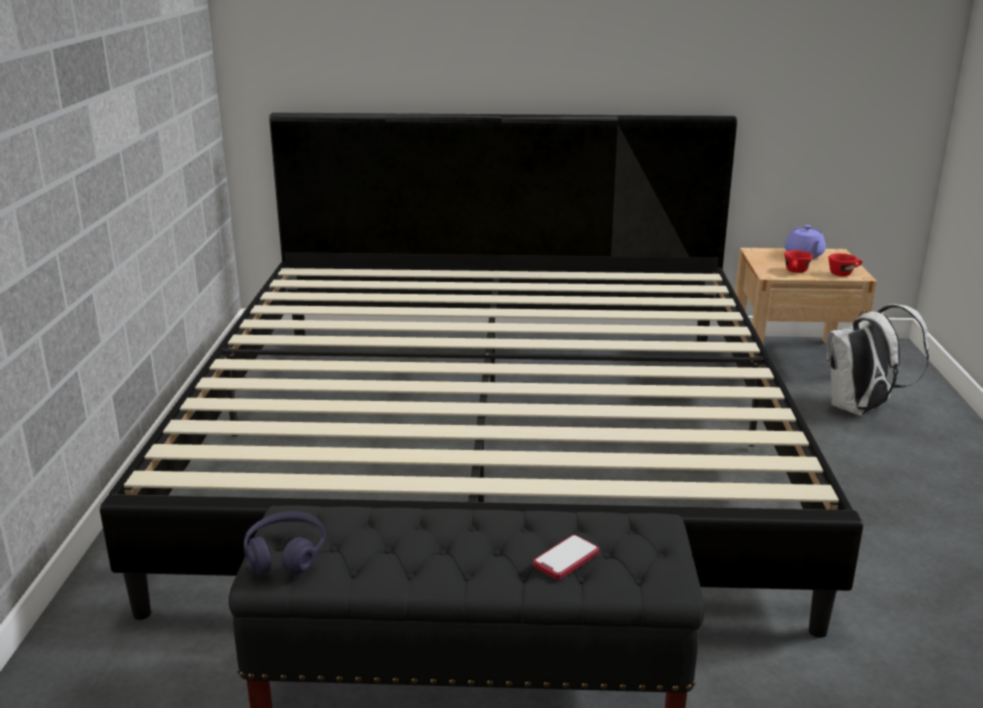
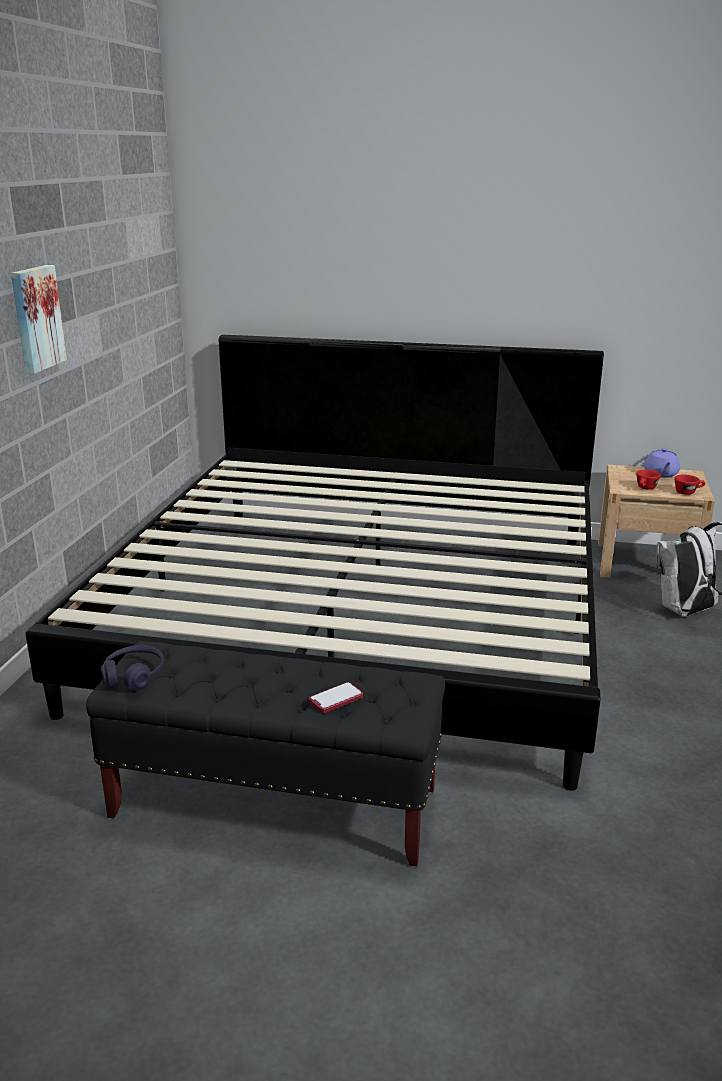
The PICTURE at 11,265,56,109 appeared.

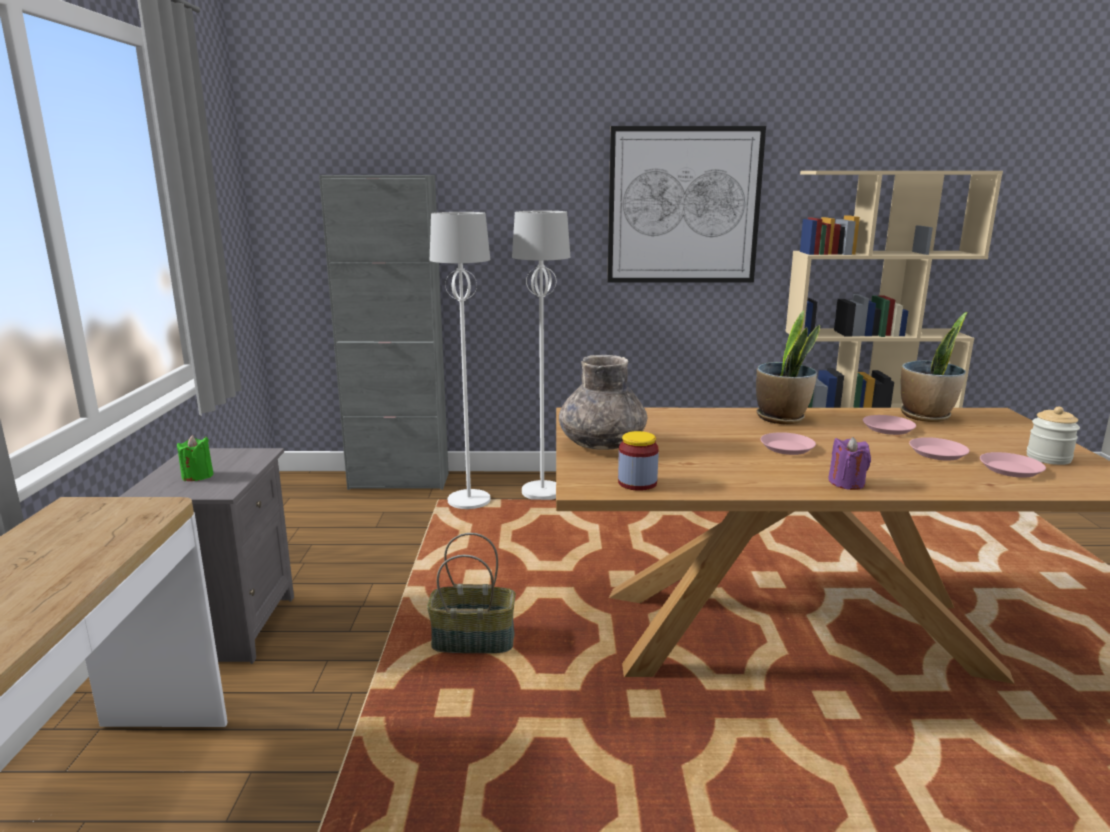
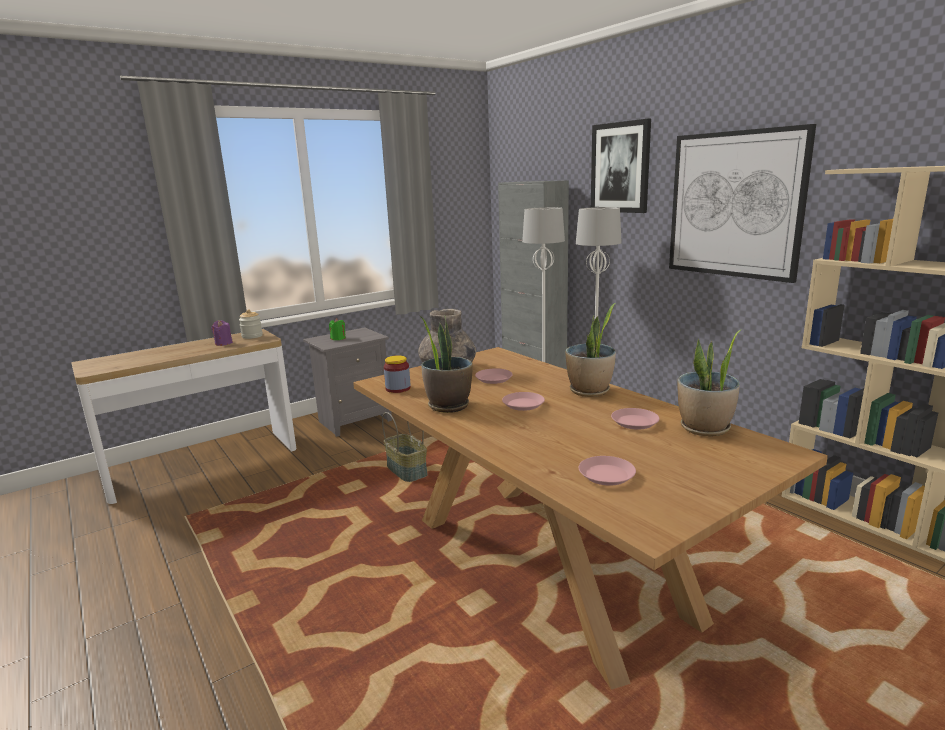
The PURPLE CANDLE moved from 828,437,43,53 to 211,320,22,26. The PINK PLATE moved from 909,437,61,24 to 475,368,38,16. The JAR moved from 1027,406,53,59 to 239,309,24,30. The POTTED PLANT at 420,316,53,97 appeared. The PICTURE at 591,119,60,94 appeared.

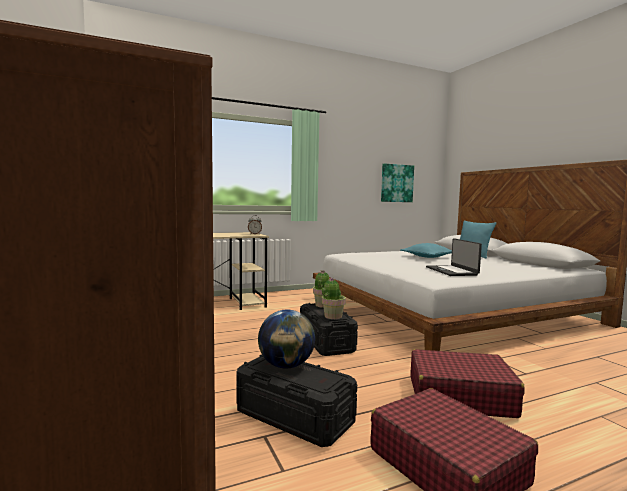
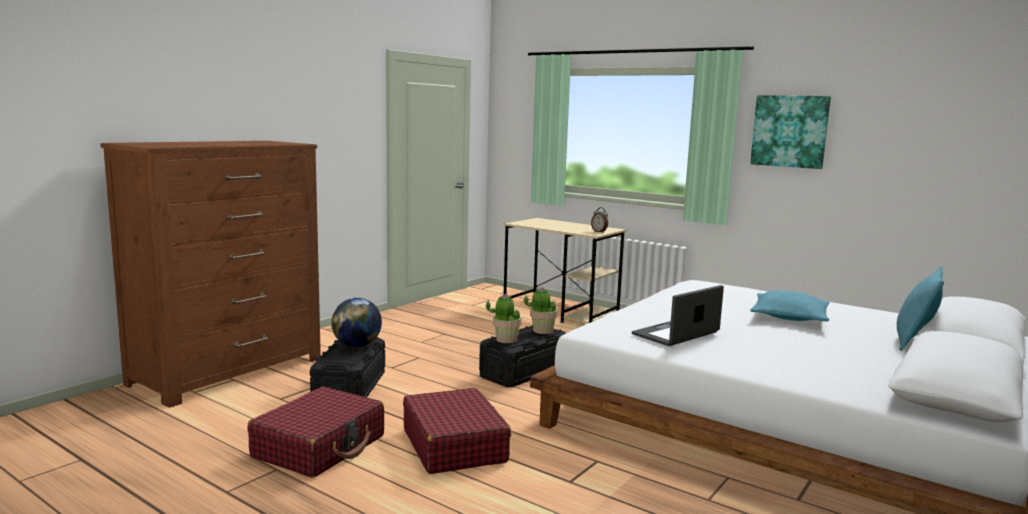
The PICTURE moved from 381,163,33,39 to 750,95,81,74.

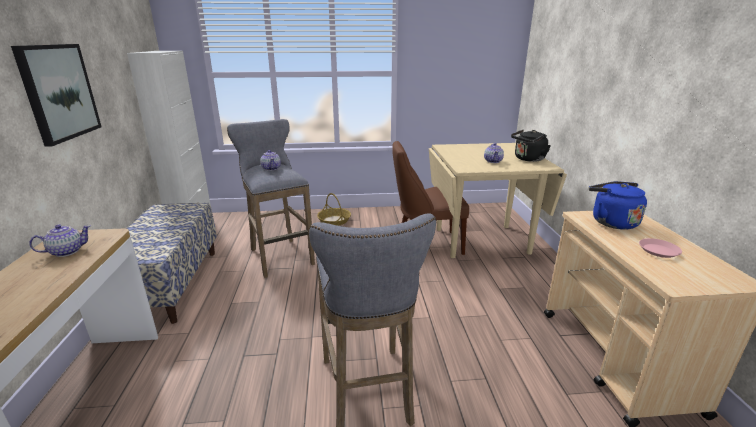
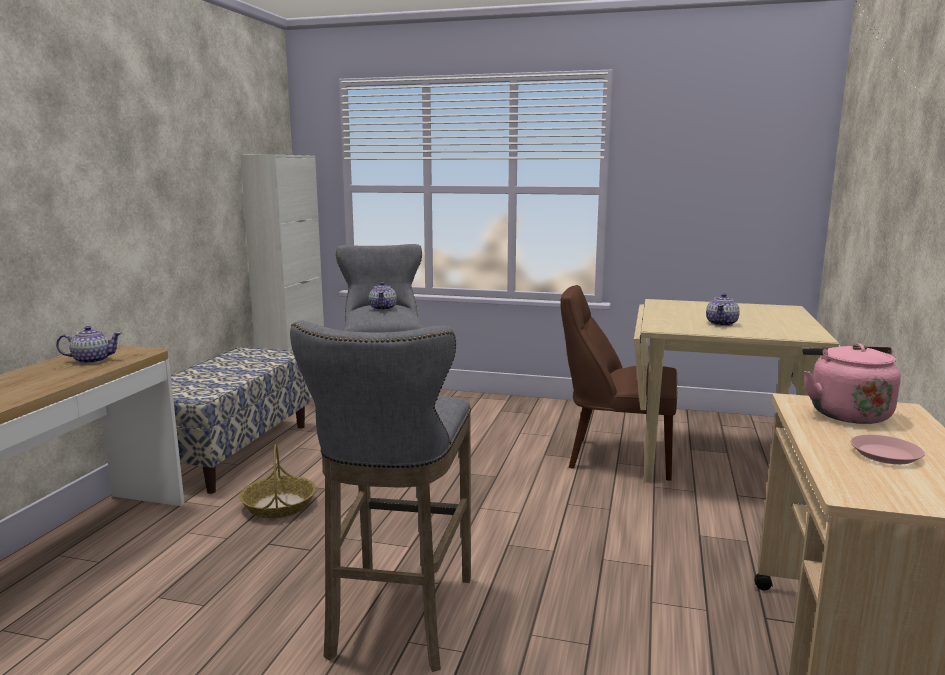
The PICTURE at 11,44,90,103 disappeared. The BASKET moved from 317,193,34,33 to 240,444,76,74. The BLACK KETTLE at 511,129,40,33 disappeared. The BLUE KETTLE at 589,181,58,49 became the PINK KETTLE at 802,343,99,81.

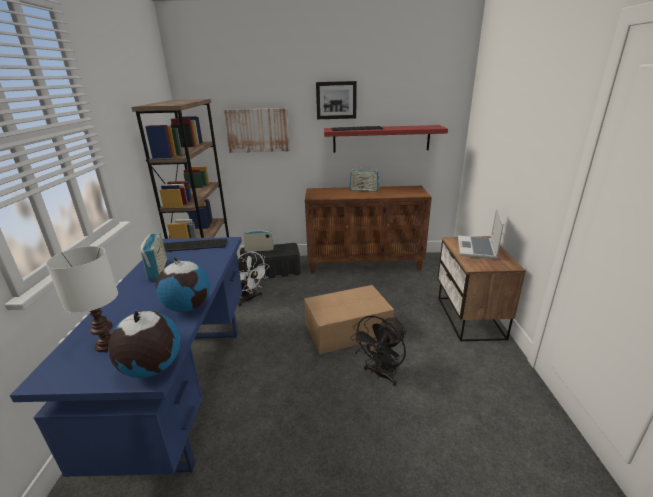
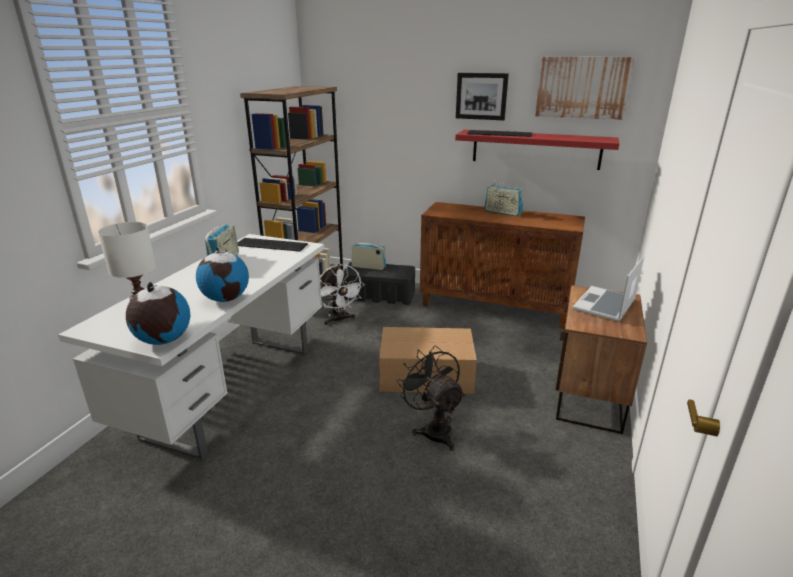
The BLUE DESK at 10,237,232,240 became the WHITE DESK at 58,234,266,226. The PICTURE moved from 224,108,66,45 to 535,57,100,63. The BLACK FAN at 350,316,57,70 turned 90 degrees clockwise.

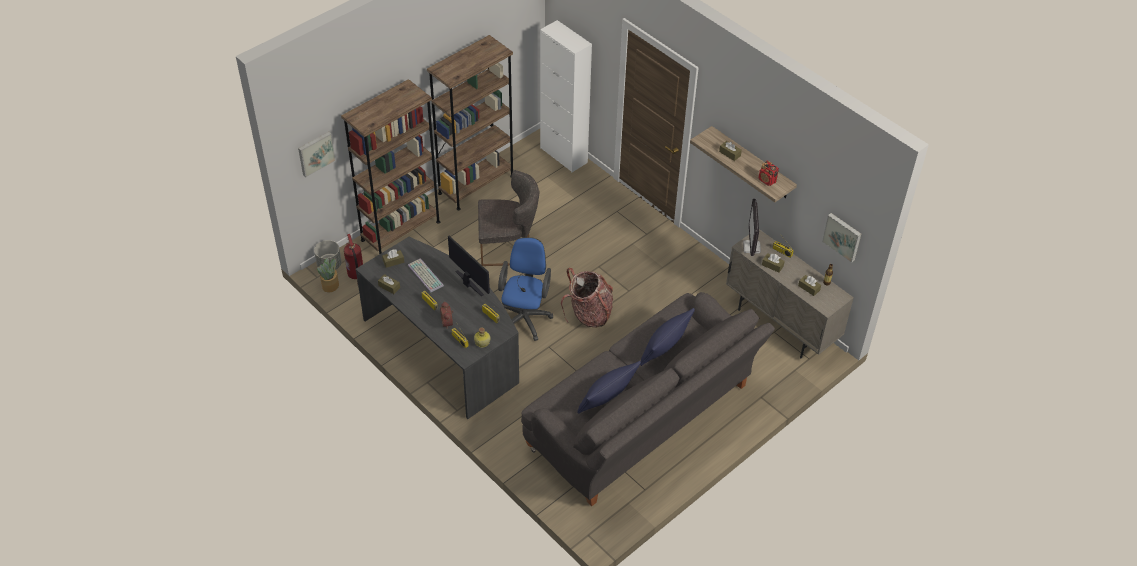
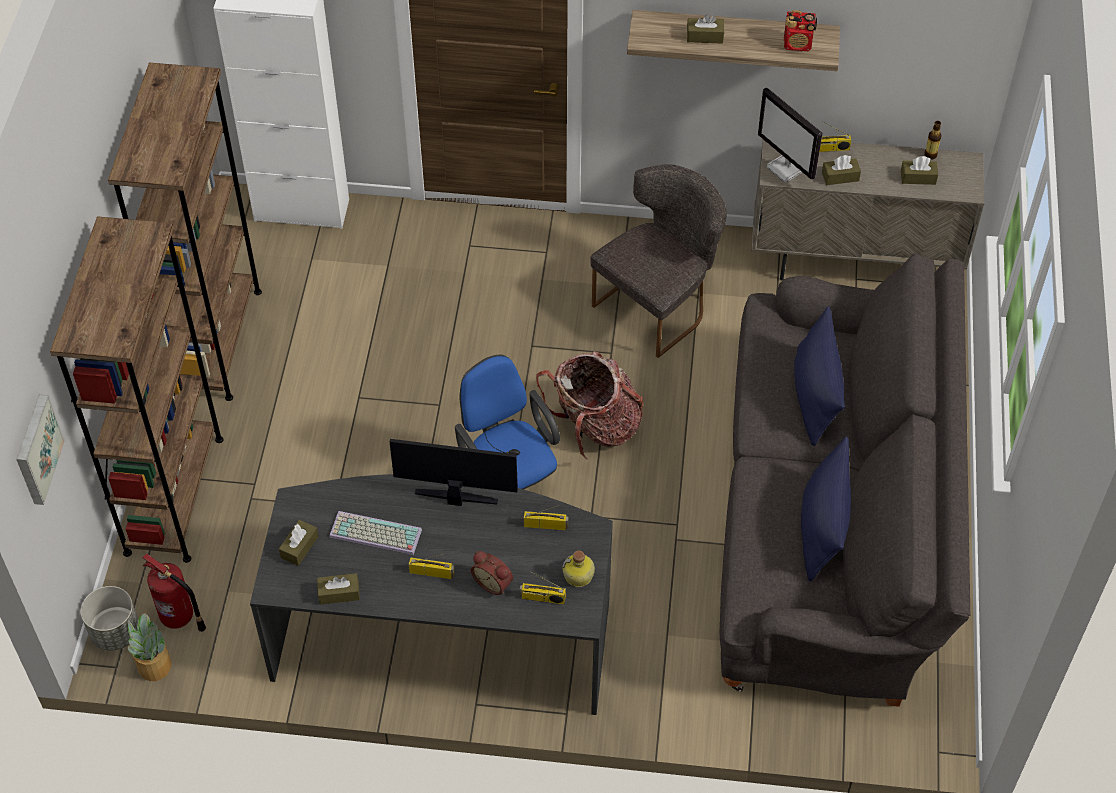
The GREY CHAIR moved from 478,170,61,96 to 590,164,137,194. The PICTURE at 822,213,39,50 disappeared.

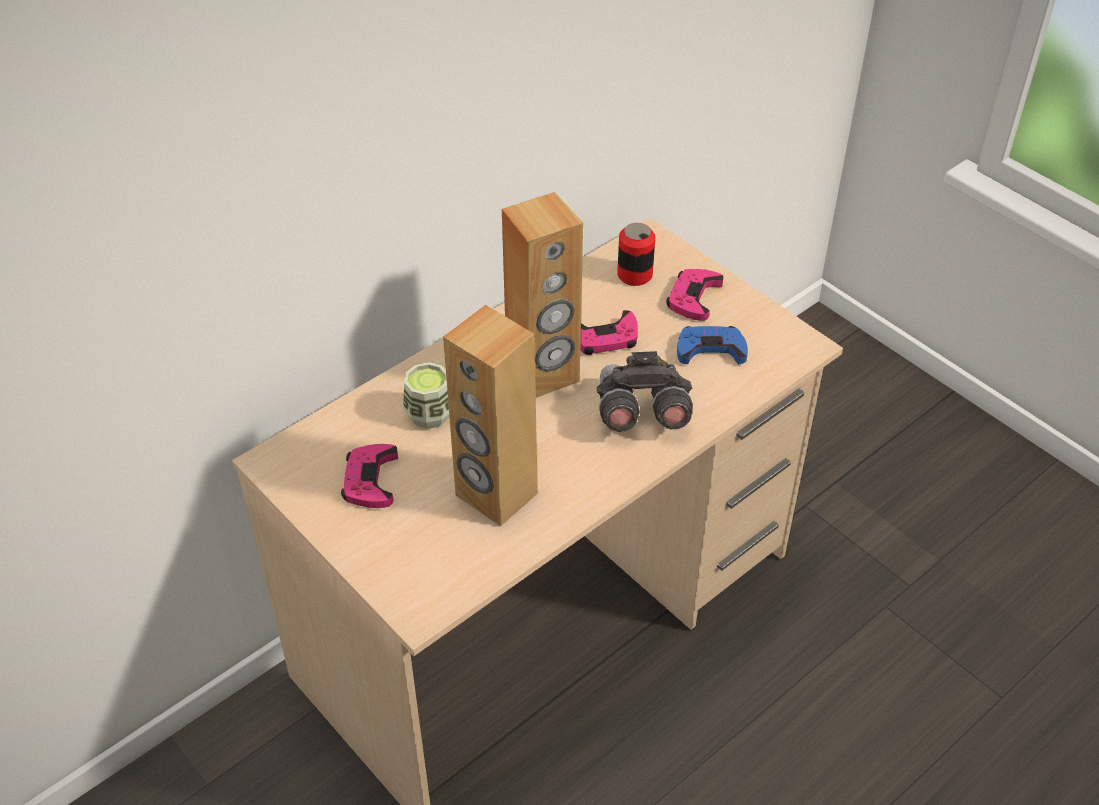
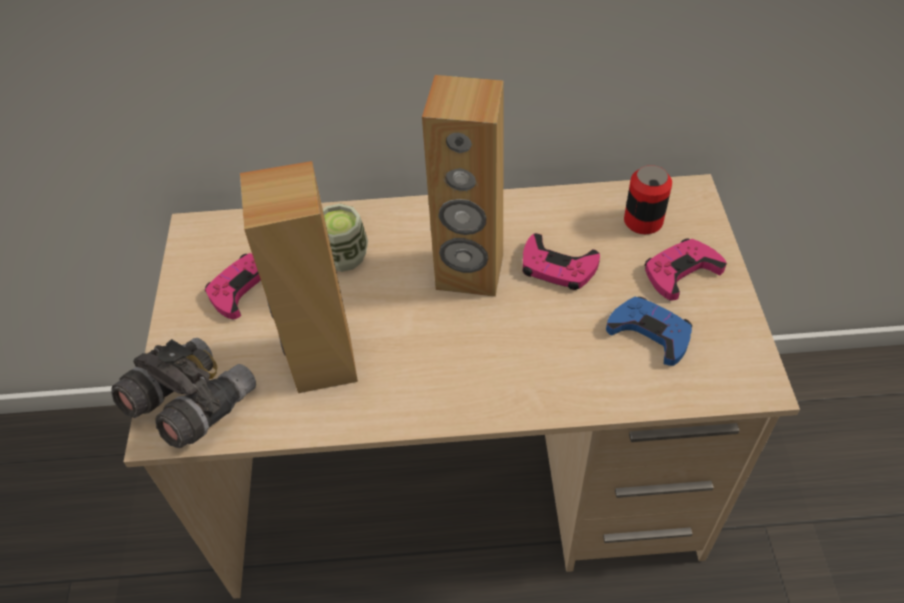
The GREY BINOCULARS moved from 597,351,96,81 to 111,338,145,110.

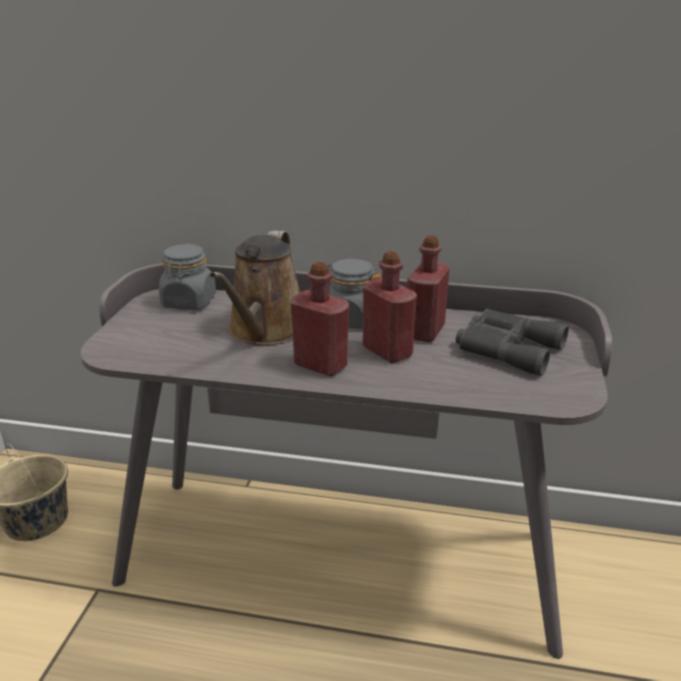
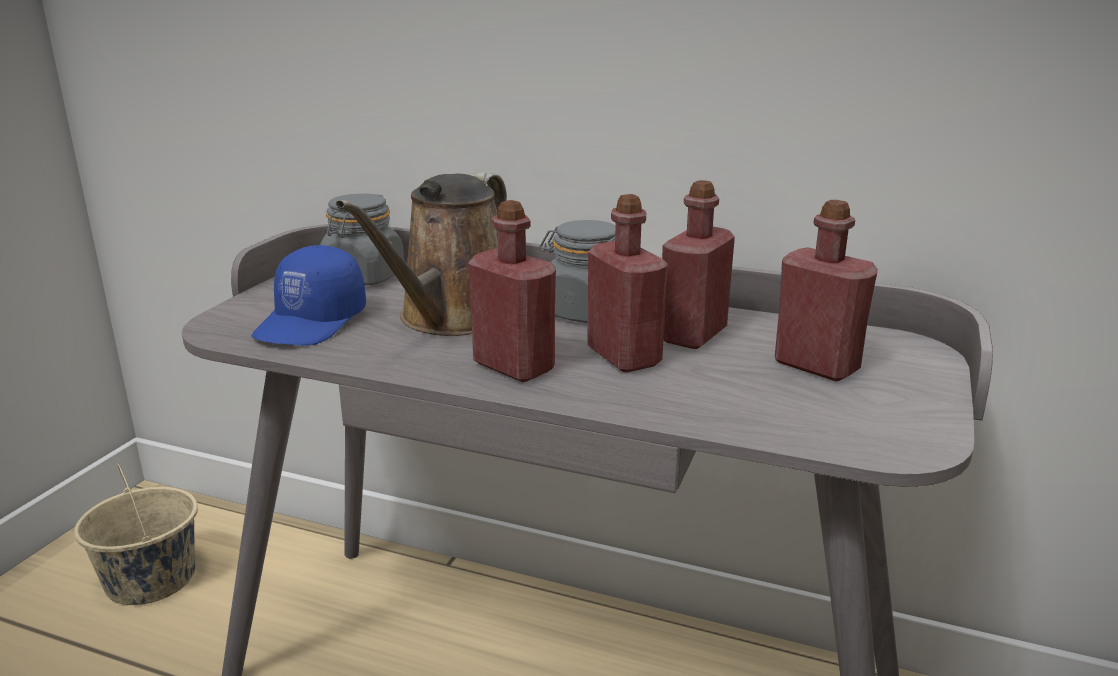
The GREY BINOCULARS at 456,309,113,67 was replaced by the RED BOTTLE at 775,200,103,181. The BLUE CAP at 251,245,115,101 appeared.

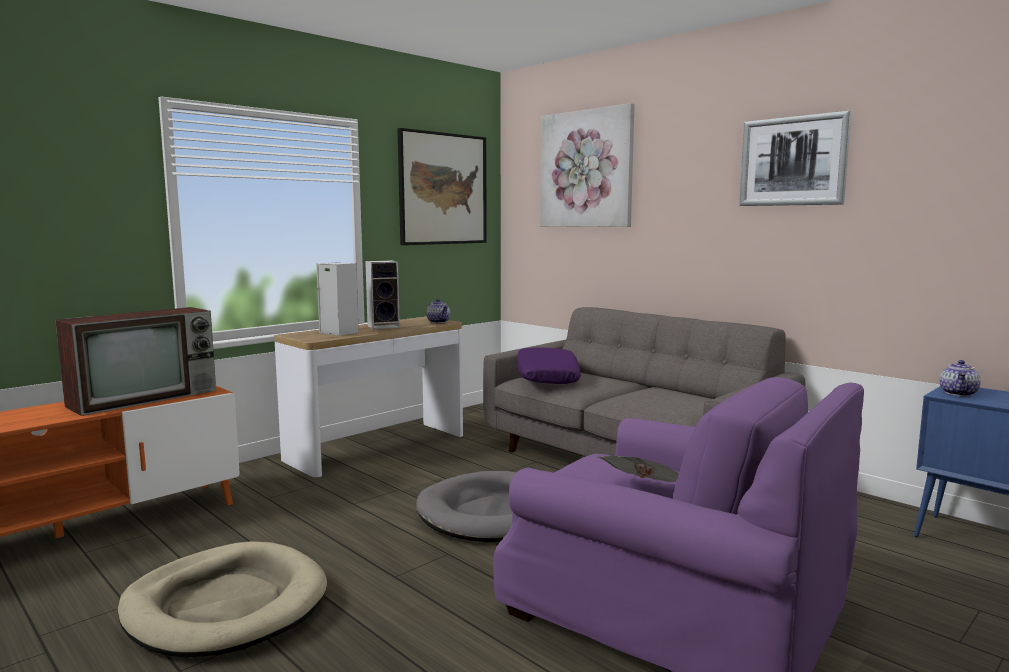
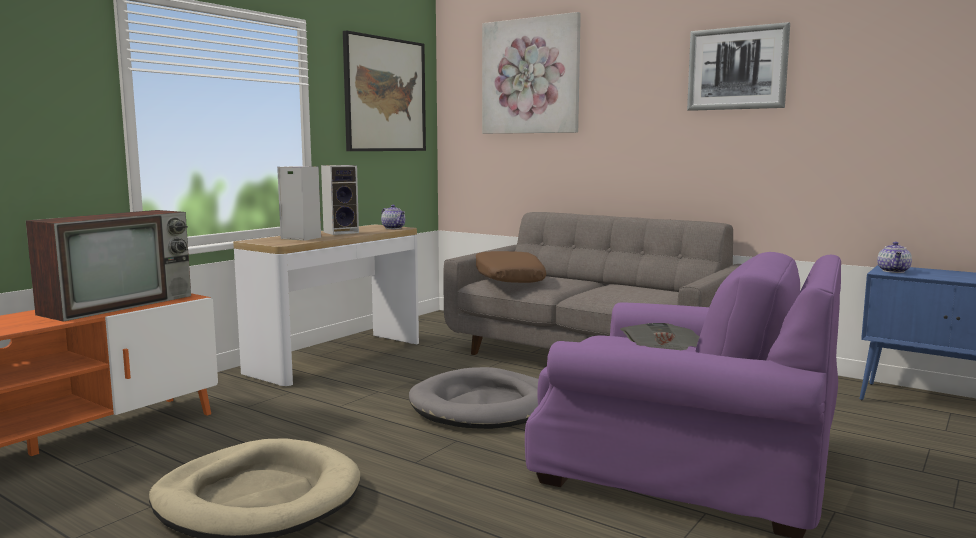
The PURPLE PILLOW at 517,347,64,37 became the BROWN PILLOW at 476,251,70,32.

